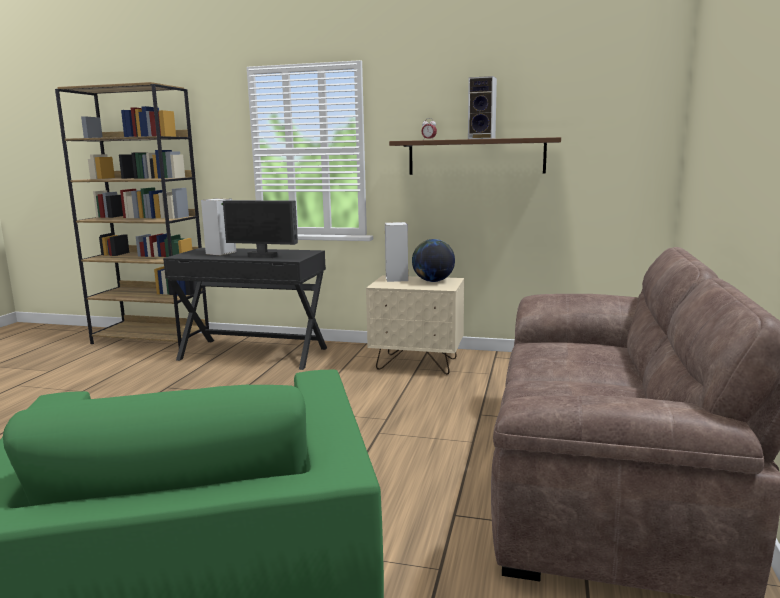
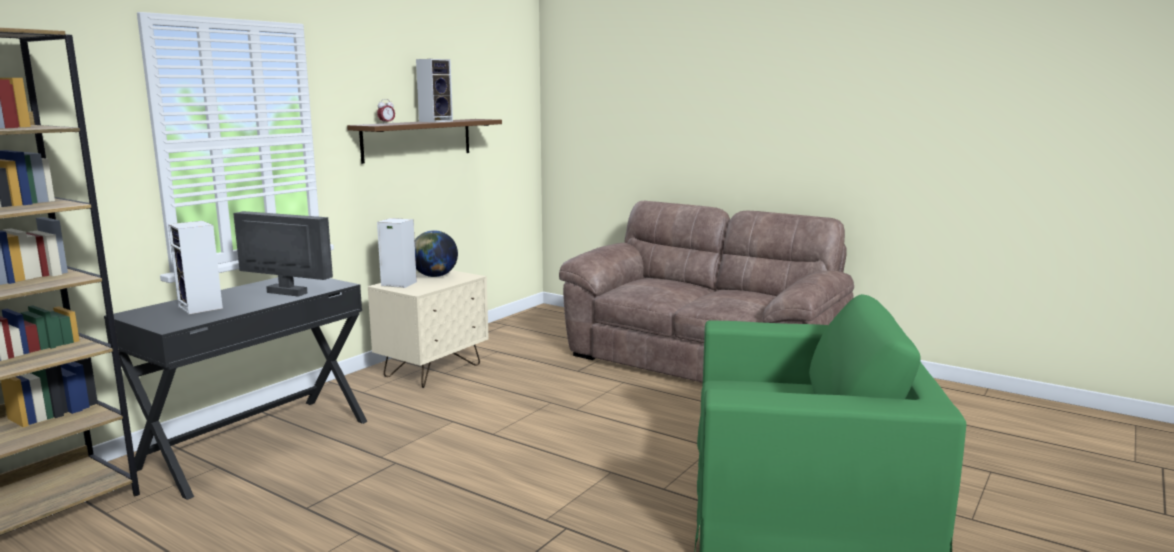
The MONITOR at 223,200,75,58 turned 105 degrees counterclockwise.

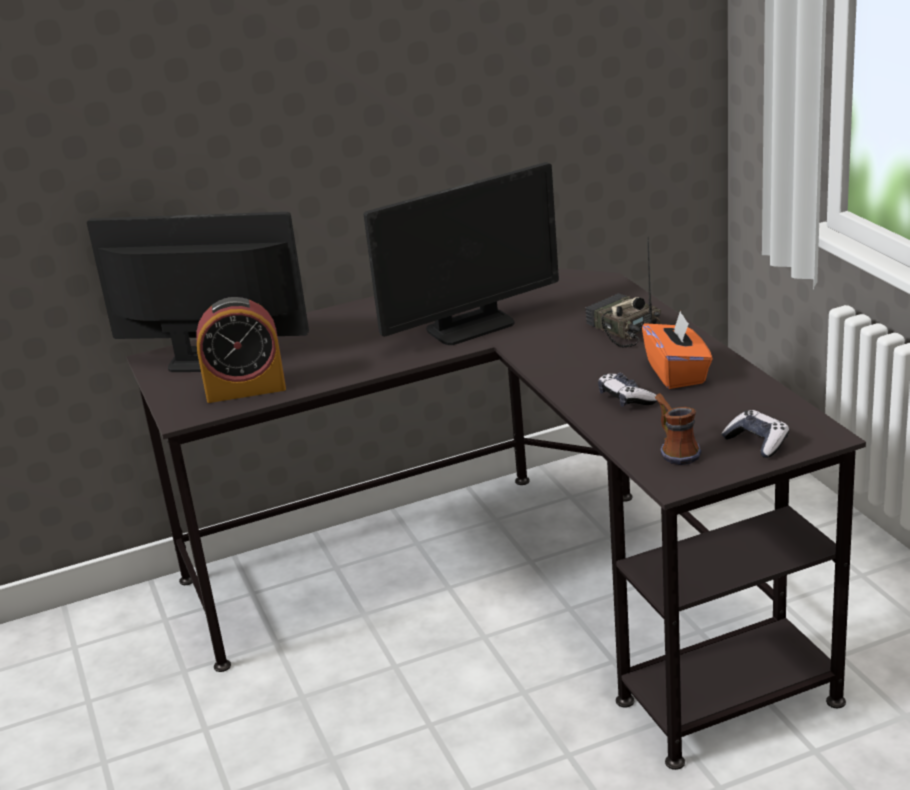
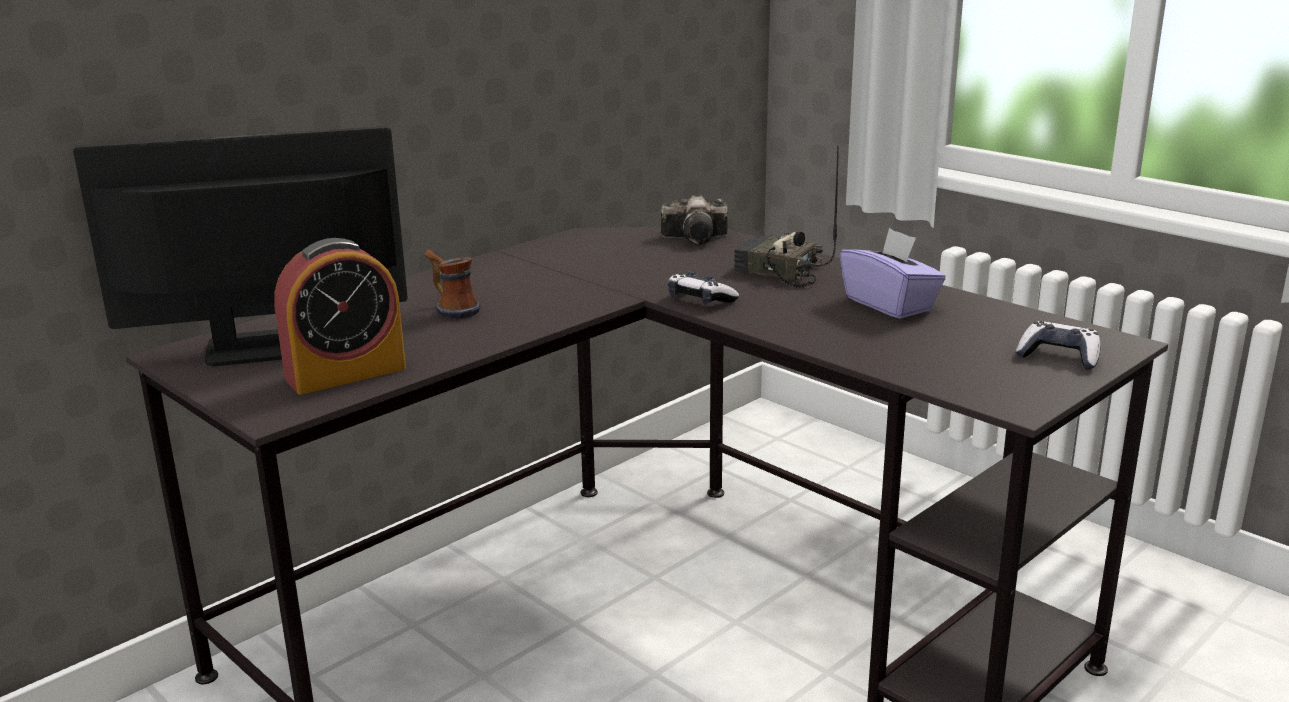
The MONITOR at 364,162,195,183 disappeared. The GAME CONTROLLER moved from 598,373,59,34 to 668,271,71,34. The ORANGE TISSUE BOX at 642,310,71,79 became the PURPLE TISSUE BOX at 840,228,106,91. The MUG moved from 655,393,47,72 to 424,250,57,69. The PHOTO CAMERA at 661,195,67,50 appeared.

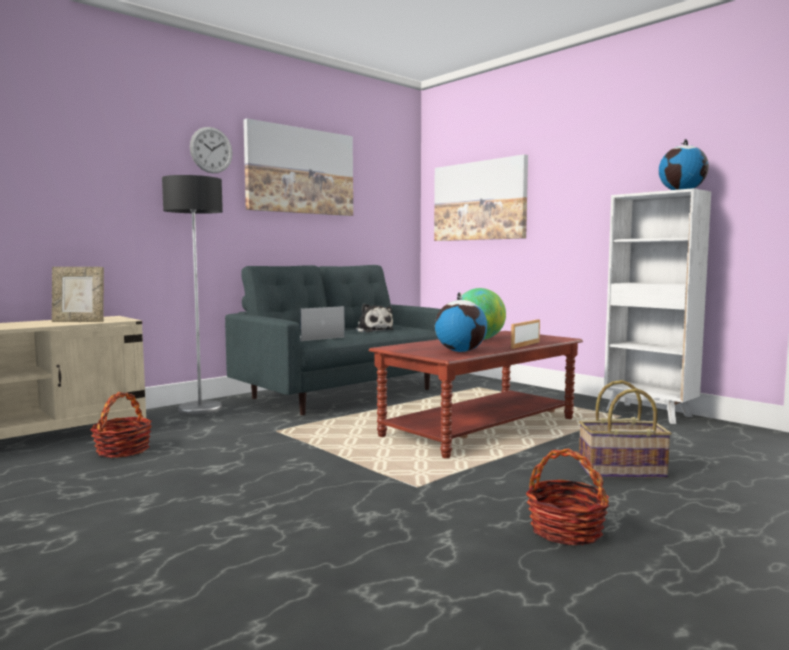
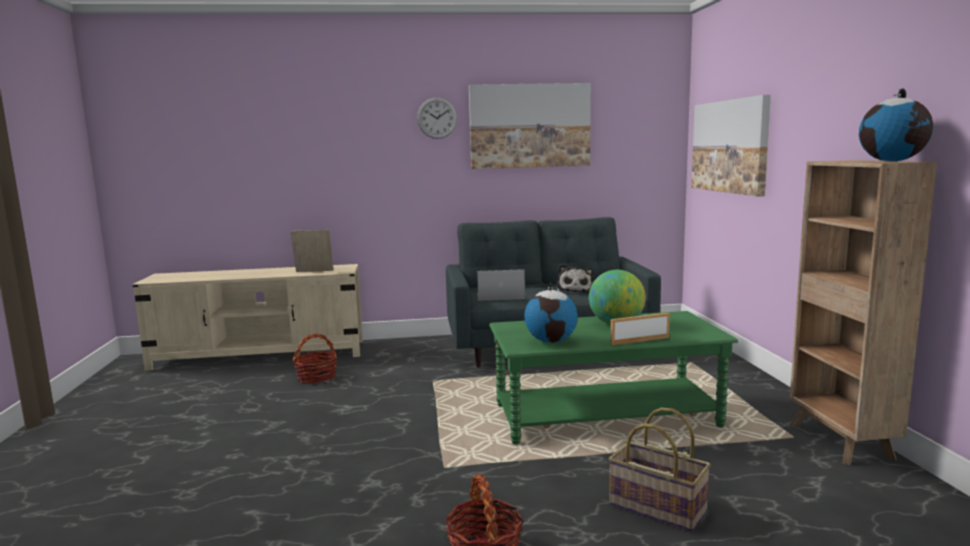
The PICTURE FRAME at 52,267,52,55 turned 150 degrees clockwise. The FLOOR LAMP at 162,175,61,239 disappeared. The BROWN COFFEE TABLE at 369,331,214,127 became the GREEN COFFEE TABLE at 489,311,249,134. The WHITE BOOKCASE at 604,188,107,236 became the BROWN BOOKCASE at 790,160,147,305.

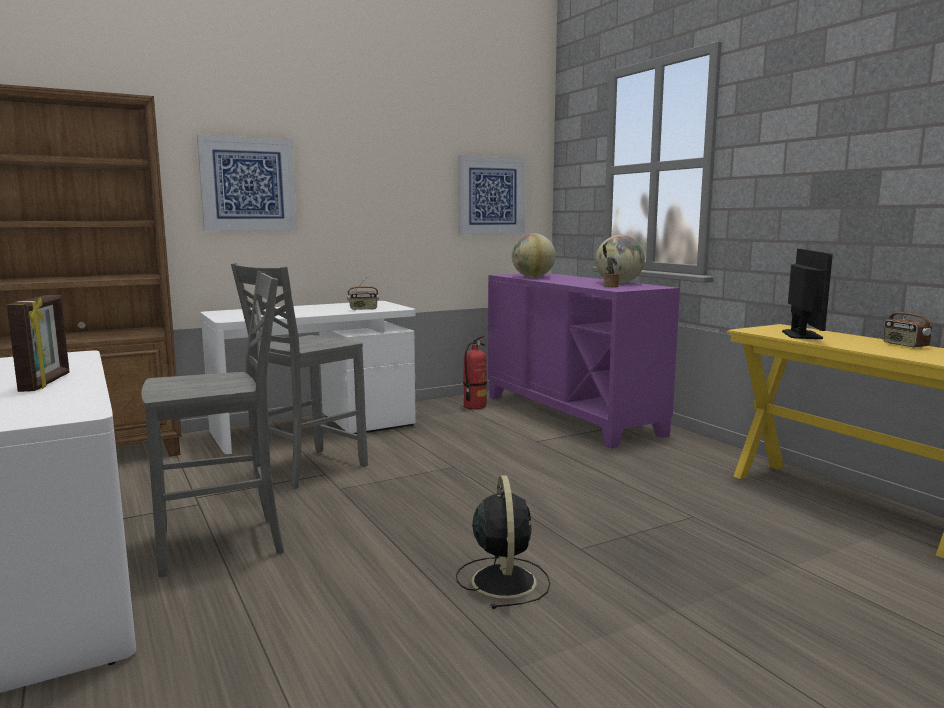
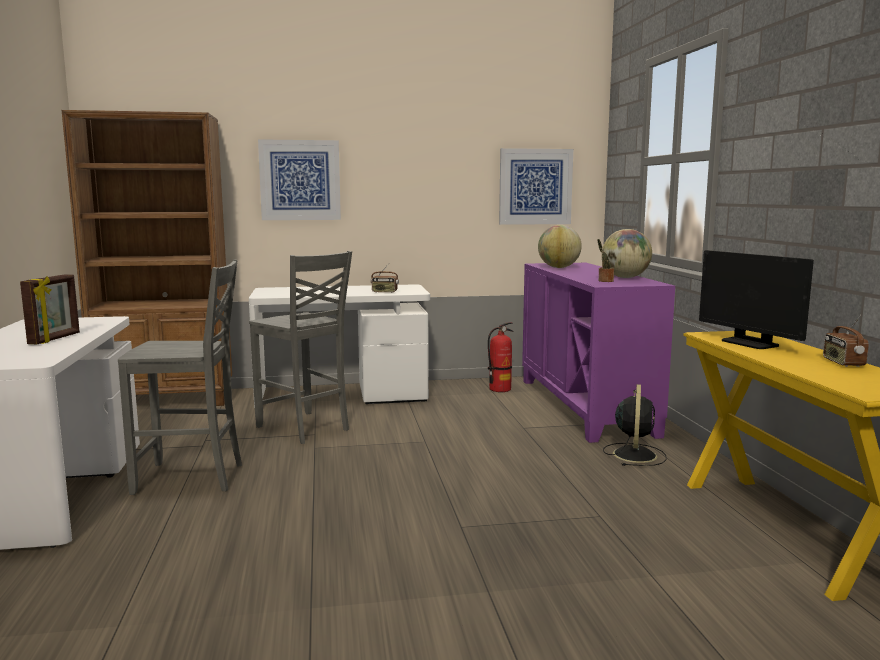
The GREY CHAIR at 231,263,137,226 turned 105 degrees counterclockwise. The BLACK FAN moved from 456,475,94,134 to 603,384,64,82. The MONITOR at 782,249,51,90 turned 120 degrees clockwise.

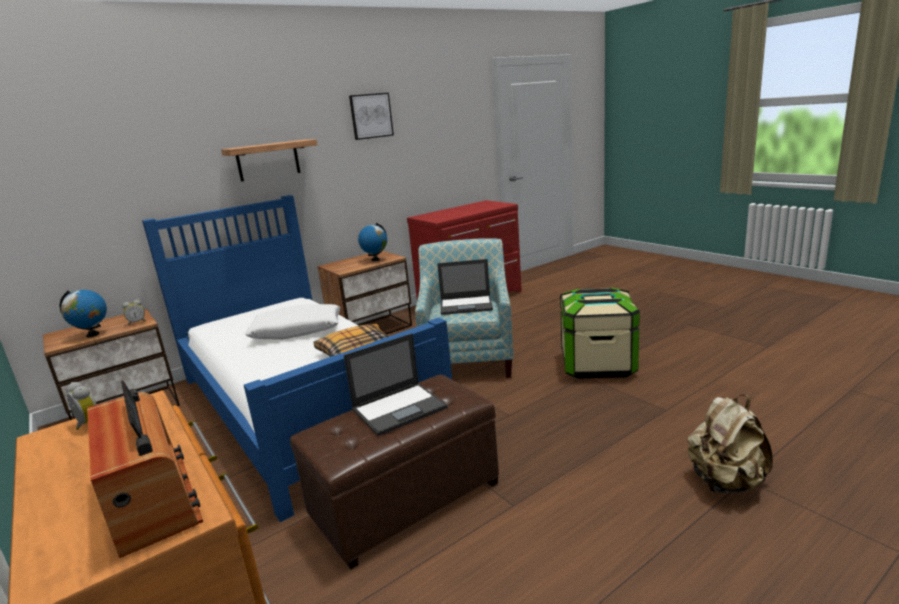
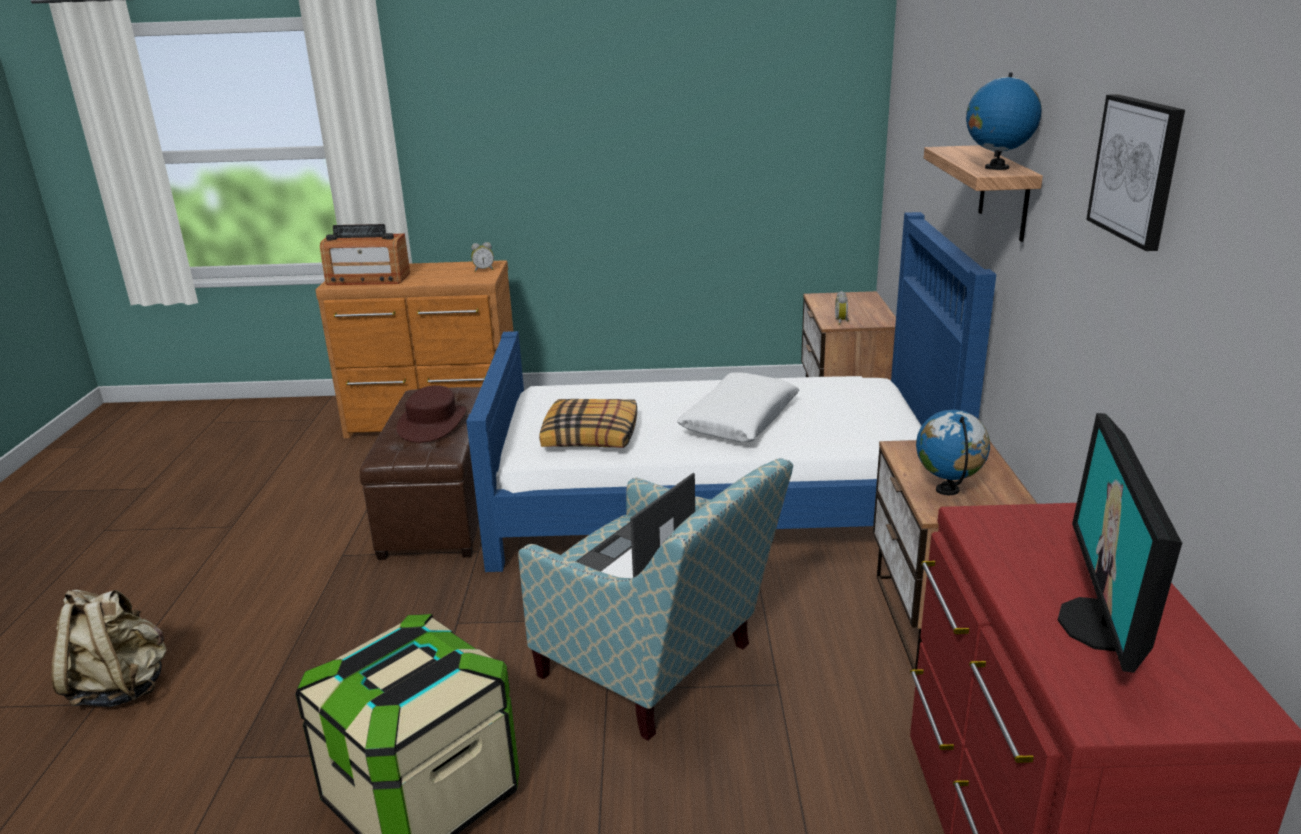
The GLOBE moved from 60,290,47,48 to 966,72,76,98. The LAPTOP at 343,333,105,103 was replaced by the BROWN HAT at 396,385,70,58. The MONITOR at 1058,413,124,260 appeared.

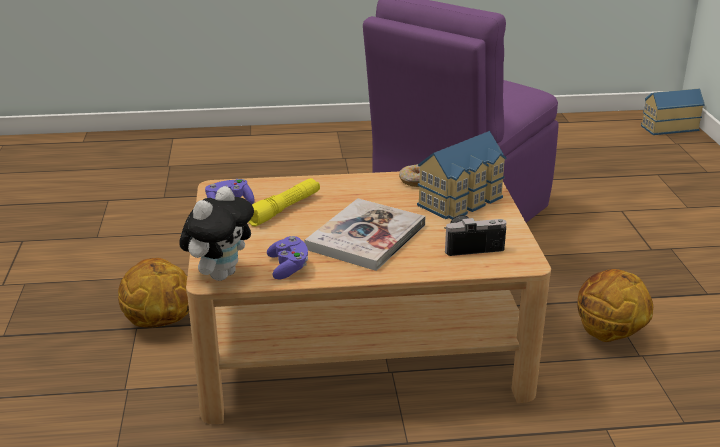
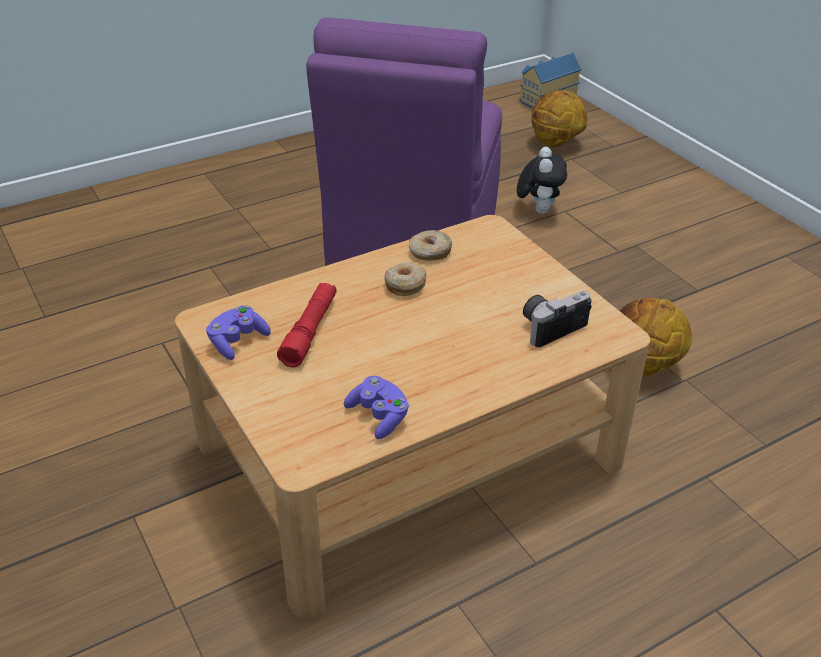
The BASKETBALL moved from 118,258,71,70 to 531,90,57,57. The PLUSH TOY moved from 179,186,75,95 to 517,147,50,67. The YELLOW FLASHLIGHT at 249,178,71,48 became the RED FLASHLIGHT at 277,283,60,84. The BOOK at 305,198,121,73 disappeared. The TOY HOUSE at 417,131,90,88 disappeared. The DONUT at 384,263,43,33 appeared.

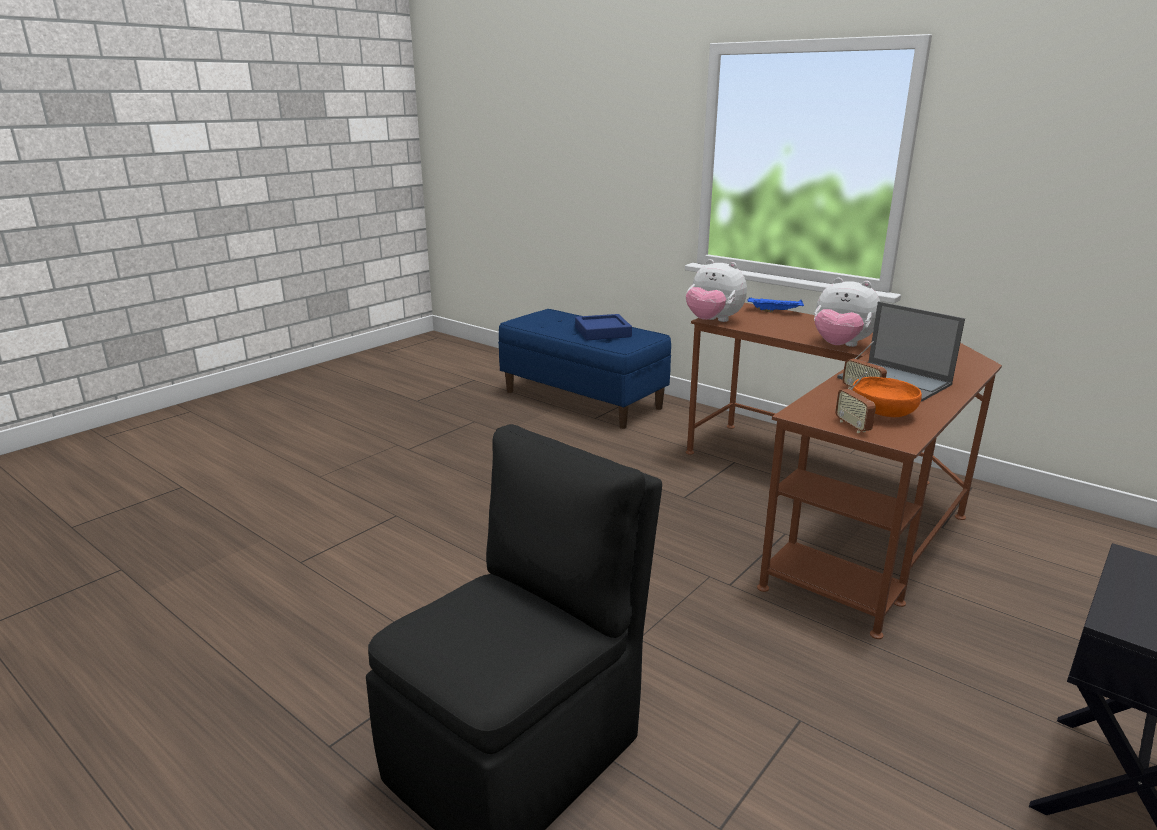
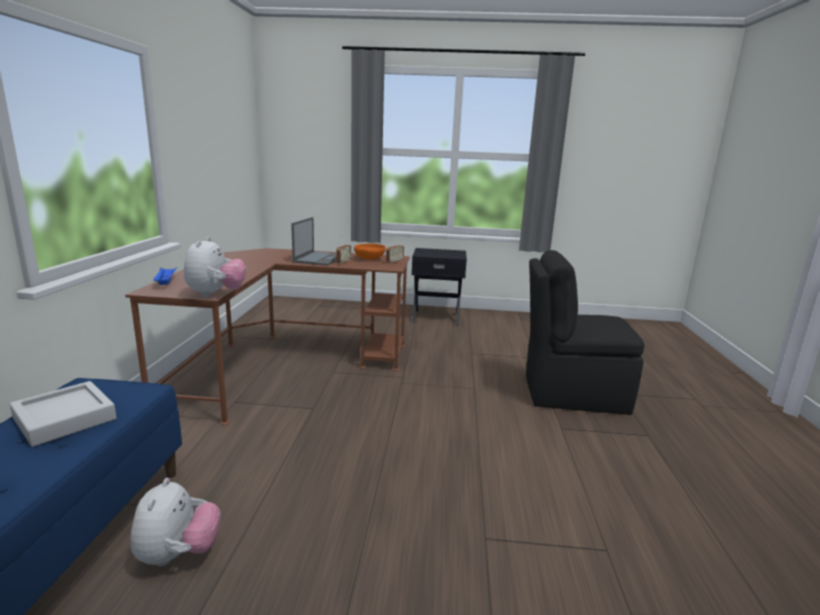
The BLUE TRAY at 575,314,57,26 became the GREY TRAY at 10,381,107,66. The PLUSH TOY moved from 814,277,66,70 to 130,478,91,88.

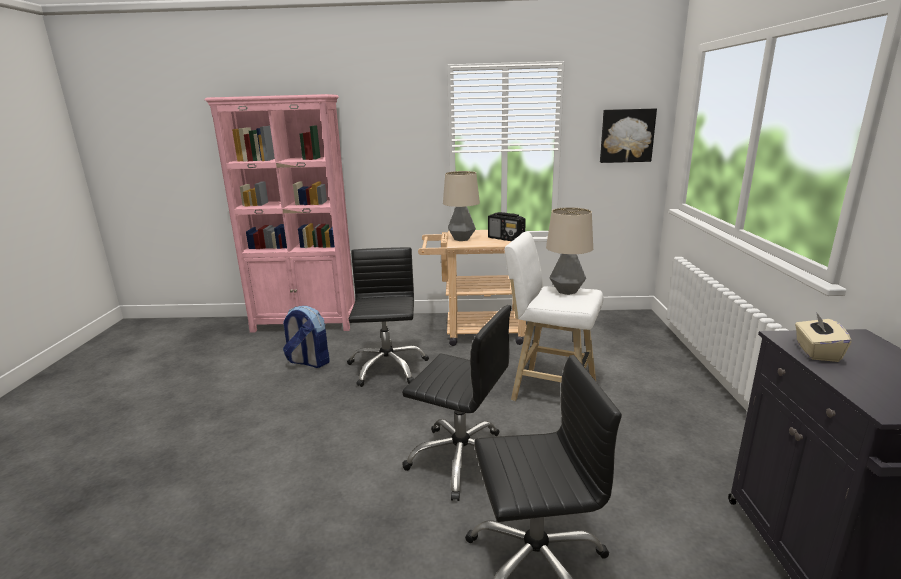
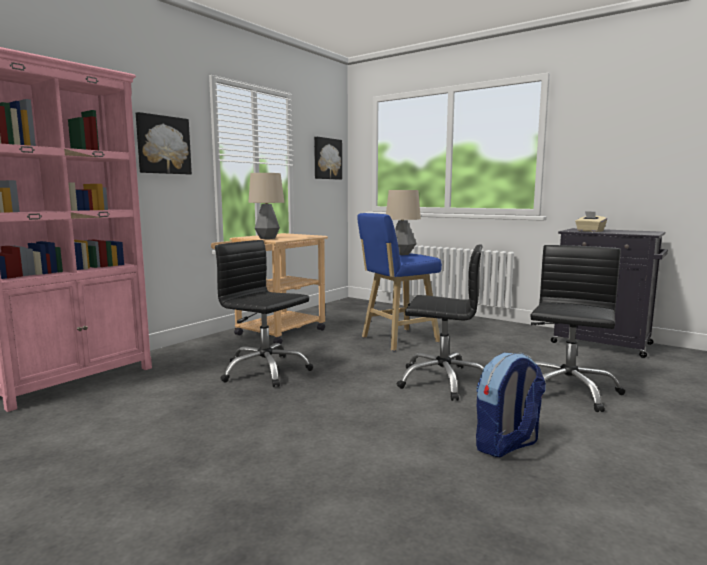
The BACKPACK moved from 283,306,47,62 to 476,353,70,104. The BLACK OFFICE CHAIR at 402,305,109,196 turned 45 degrees clockwise. The RADIO at 488,212,38,29 disappeared. The WHITE STOOL at 505,232,99,169 became the BLUE STOOL at 357,213,85,138. The PICTURE at 136,112,56,62 appeared.

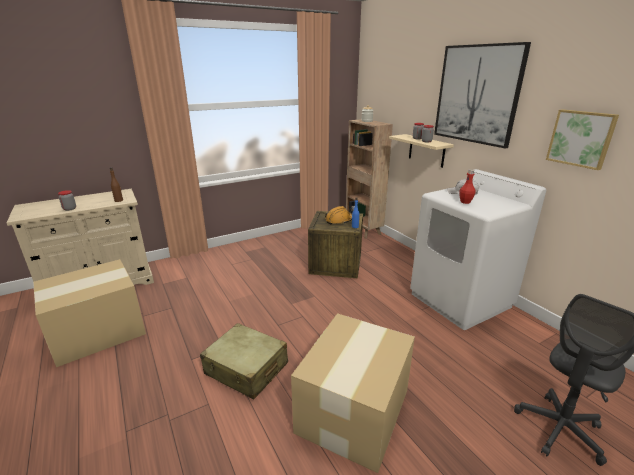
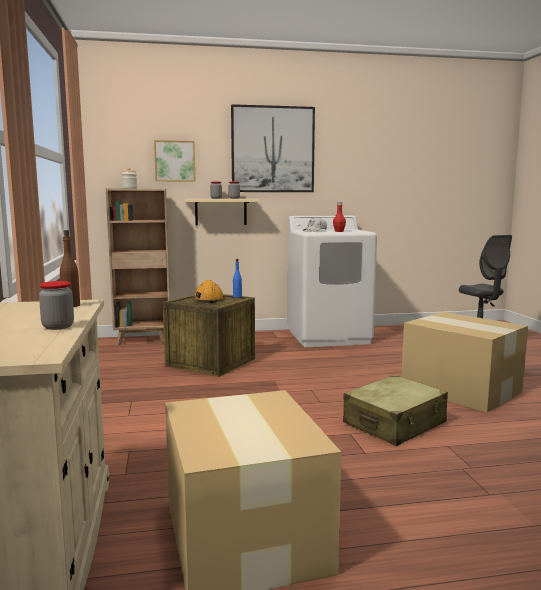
The PICTURE moved from 546,109,73,61 to 154,140,41,42.

